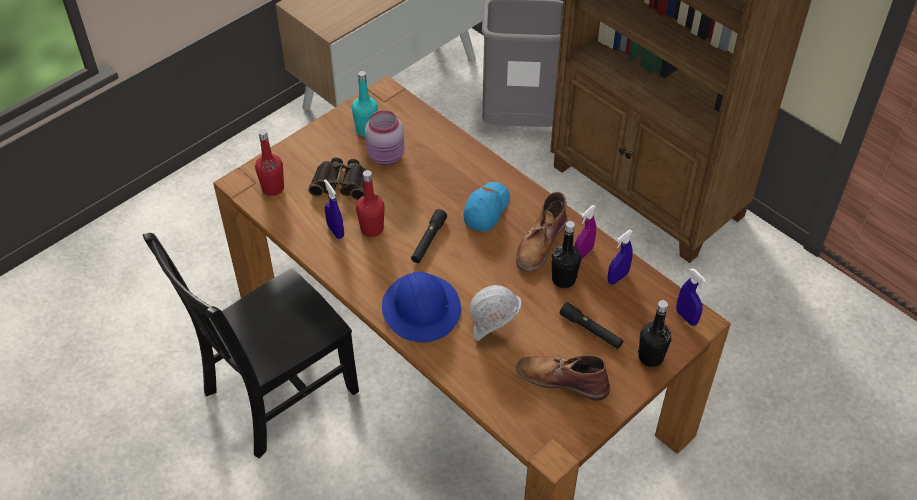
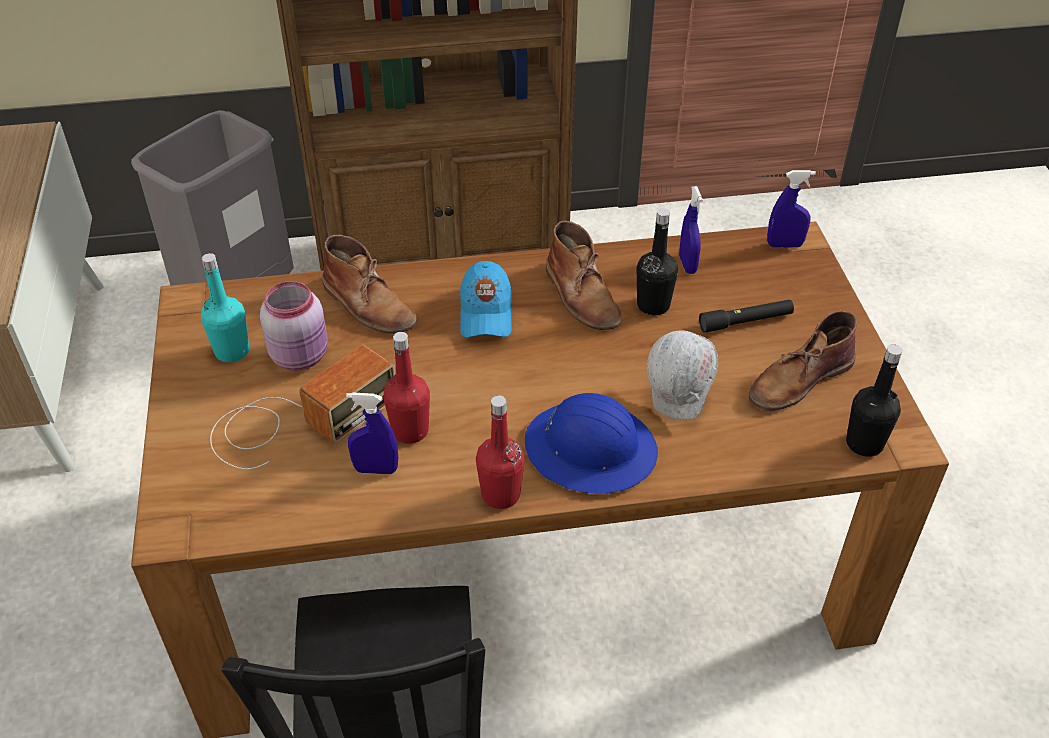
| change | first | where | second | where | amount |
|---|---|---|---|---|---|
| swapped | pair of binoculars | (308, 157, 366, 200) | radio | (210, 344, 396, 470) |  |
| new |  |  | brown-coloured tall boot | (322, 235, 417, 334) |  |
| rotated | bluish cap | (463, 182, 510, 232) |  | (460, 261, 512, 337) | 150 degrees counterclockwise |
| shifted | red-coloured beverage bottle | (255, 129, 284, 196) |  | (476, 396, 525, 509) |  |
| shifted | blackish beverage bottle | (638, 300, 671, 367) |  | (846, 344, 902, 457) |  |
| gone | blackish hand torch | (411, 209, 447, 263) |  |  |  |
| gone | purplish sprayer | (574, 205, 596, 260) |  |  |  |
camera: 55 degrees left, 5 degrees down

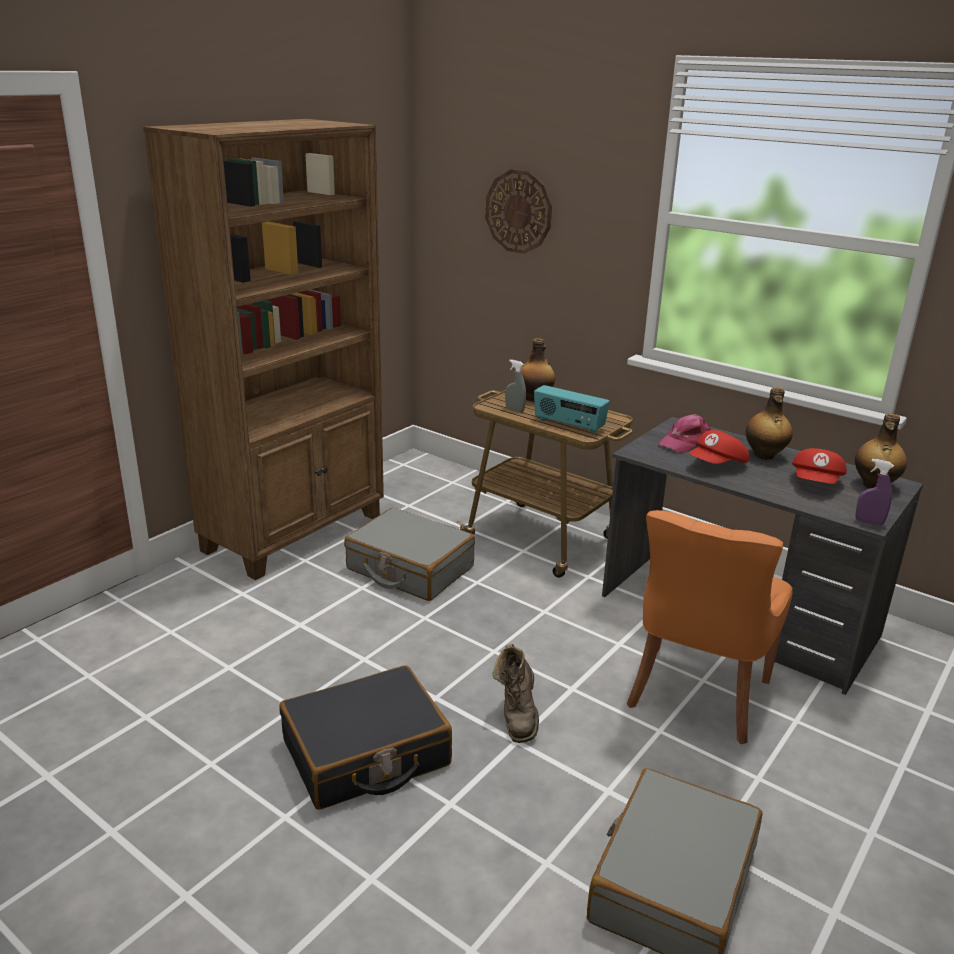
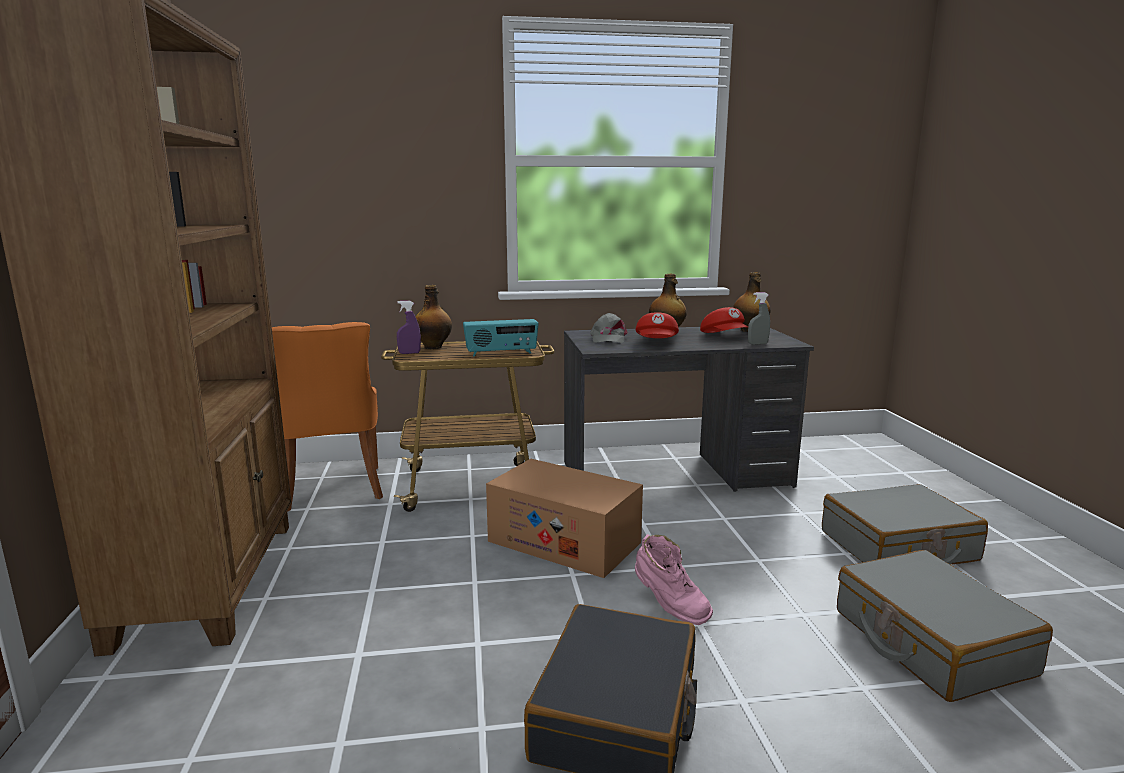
| change | first | where | second | where | amount |
|---|---|---|---|---|---|
| shifted | orangey upright chair | (627, 510, 793, 744) |  | (272, 322, 383, 512) |  |
| shifted | purplish sprayer | (856, 459, 894, 526) |  | (397, 301, 421, 354) |  |
| new |  |  | carton | (486, 459, 643, 578) |  |
| repainted | pinkish cap | (659, 414, 711, 453) | greyish cap | (590, 313, 628, 343) |  |
| repainted | brown-coloured tall boot | (493, 644, 539, 743) | pinkish tall boot | (635, 534, 713, 625) |  |
| shifted | greyish sprayer | (505, 360, 526, 412) |  | (748, 292, 770, 345) |  |
| shifted | greyish travel case | (344, 507, 475, 601) |  | (822, 484, 988, 565) |  |
| gone | wall clock | (485, 169, 552, 254) |  |  |  |
camera: 45 degrees left, 10 degrees down

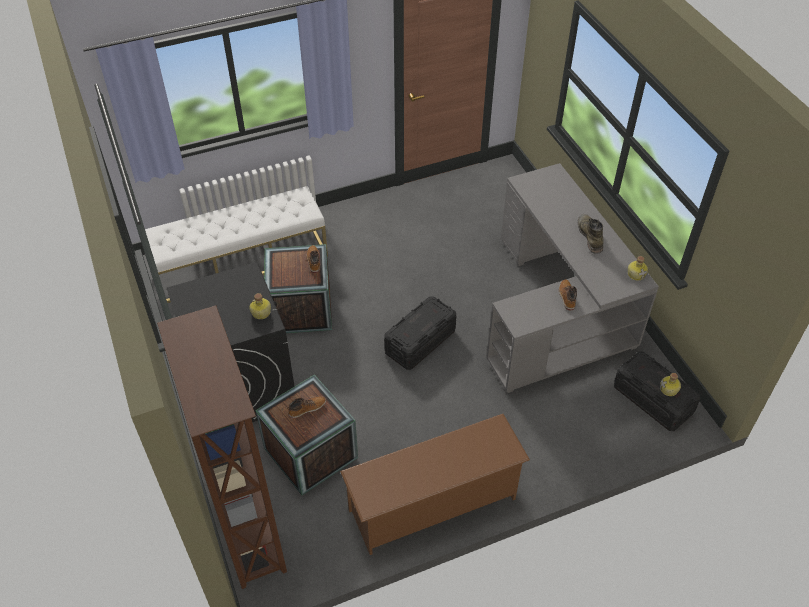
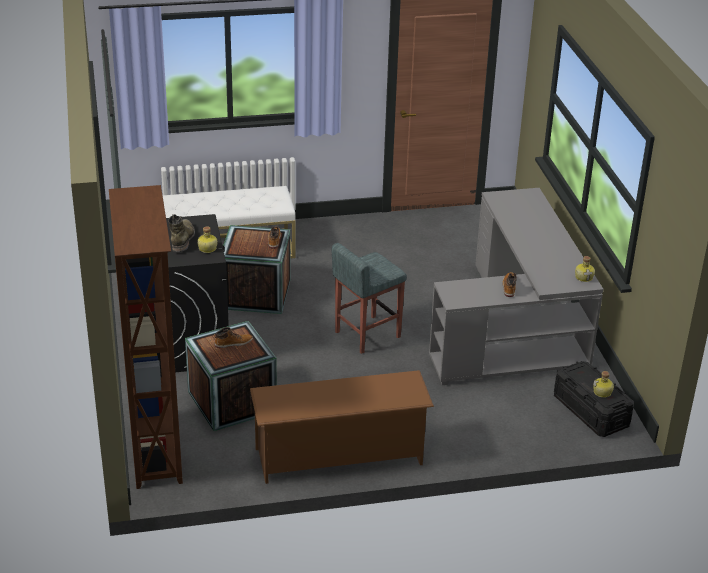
| change | first | where | second | where | amount |
|---|---|---|---|---|---|
| shifted | green tall boot | (578, 214, 604, 254) |  | (168, 214, 195, 252) |  |
| swapped | blackish storage box | (384, 297, 456, 370) | greyish stool seat | (332, 243, 407, 354) |  |
camera: 10 degrees right, 15 degrees down

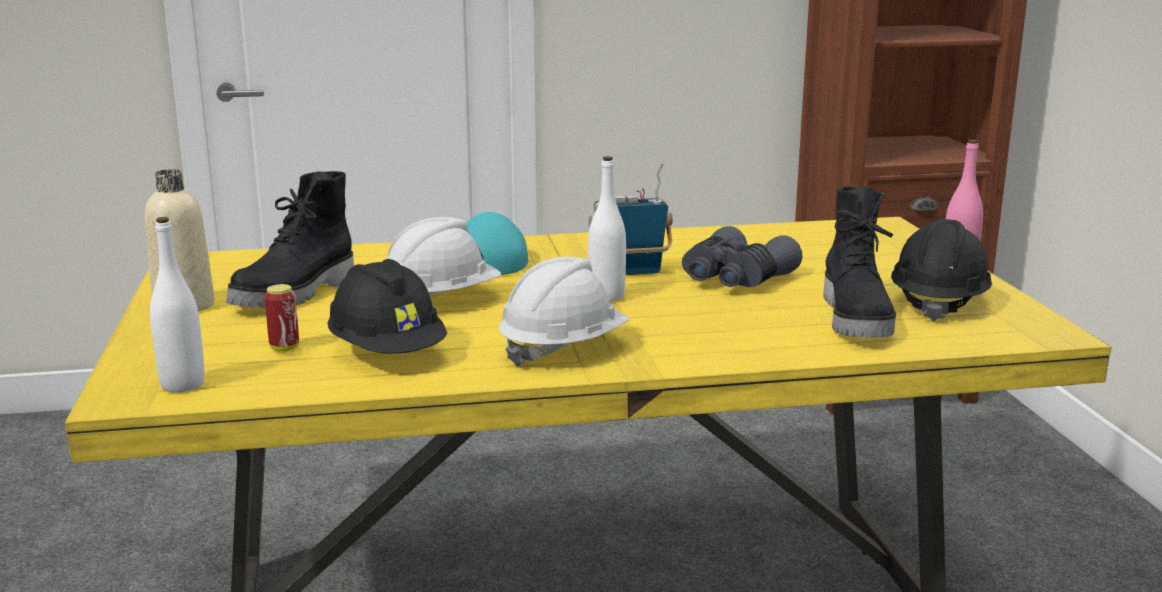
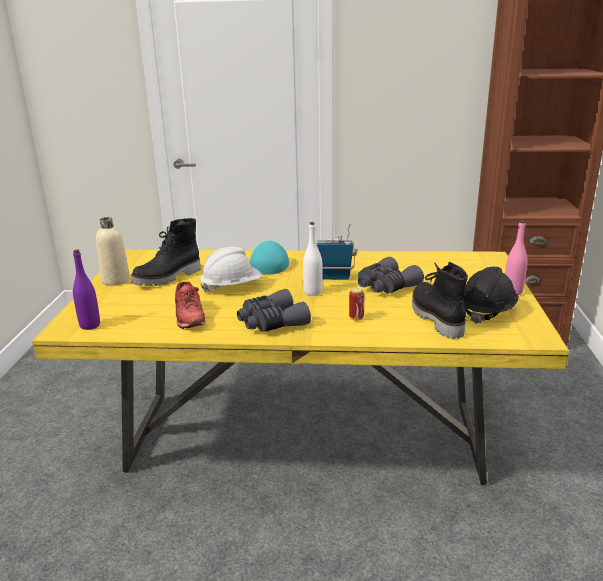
| change | first | where | second | where | amount |
|---|---|---|---|---|---|
| repainted | white beverage bottle | (150, 217, 205, 393) | purplish beverage bottle | (73, 250, 100, 330) |  |
| swapped | blackish safety helmet | (327, 259, 447, 354) | red-coloured low shoe | (175, 282, 206, 329) |  |
| swapped | white safety helmet | (499, 257, 629, 367) | greyish pair of binoculars | (237, 289, 311, 332) |  |
| shifted | can | (265, 284, 299, 351) |  | (349, 287, 365, 321) |  |
| rotated | blackish tall boot | (824, 186, 896, 337) |  | (412, 262, 468, 339) | 150 degrees clockwise |
camera: 15 degrees right, 5 degrees up

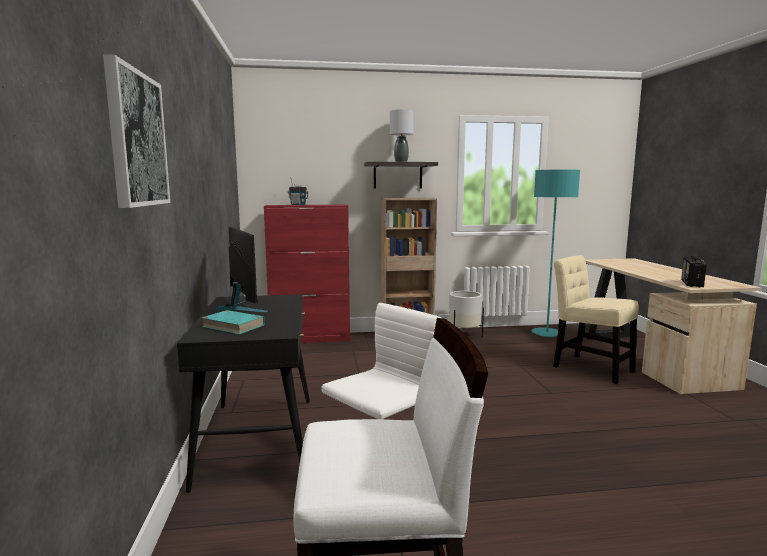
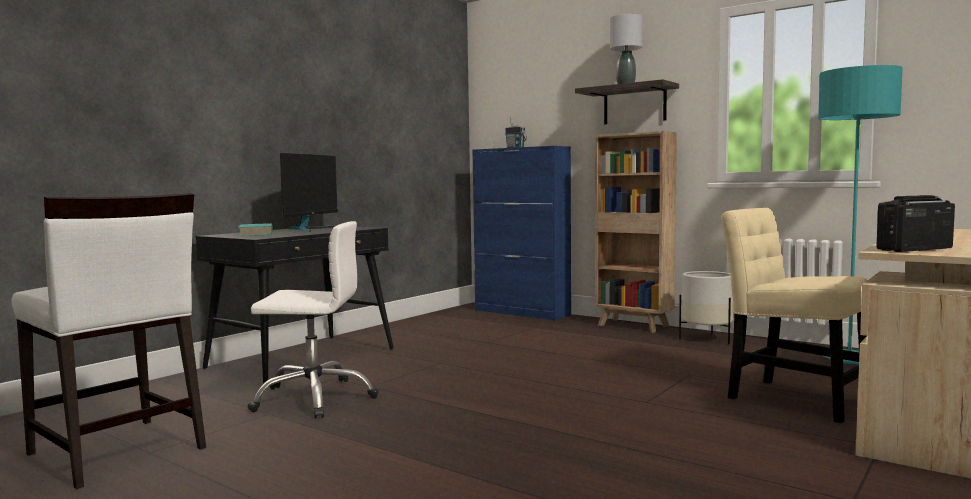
| change | first | where | second | where | amount |
|---|---|---|---|---|---|
| repainted | red-coloured cupboard | (264, 205, 350, 343) | bluish cupboard | (472, 146, 571, 320) |  |
| rotated | beige upright chair | (553, 255, 639, 384) |  | (721, 208, 868, 423) | 45 degrees counterclockwise |
| gone | picture | (103, 54, 170, 208) |  |  |  |
camera: 45 degrees right, 5 degrees down

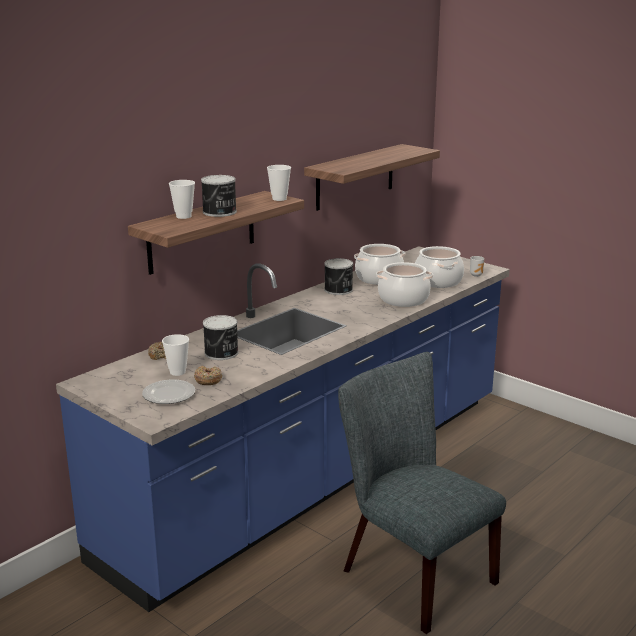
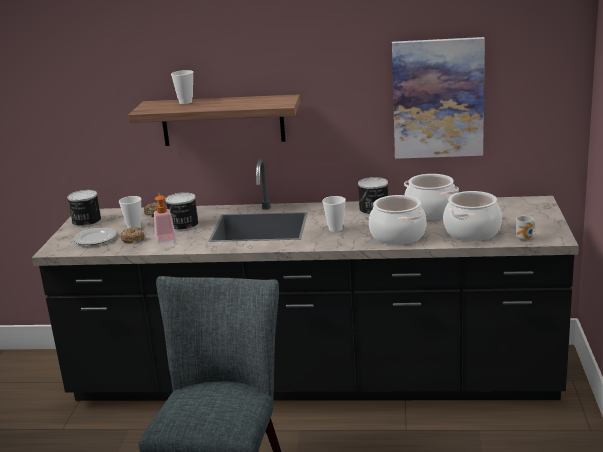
| change | first | where | second | where | amount |
|---|---|---|---|---|---|
| repainted | bluish kitchen counter | (56, 246, 510, 612) | blackish kitchen counter | (32, 159, 579, 401) |  |
| shifted | can | (201, 175, 237, 217) |  | (67, 190, 102, 228) |  |
| new |  |  | soap dispenser | (154, 193, 176, 242) |  |
| shifted | drinking cup | (267, 165, 291, 201) |  | (322, 196, 346, 232) |  |
| swapped | shelf | (304, 144, 440, 211) | picture | (392, 37, 485, 159) |  |
camera: 55 degrees right, 0 degrees up

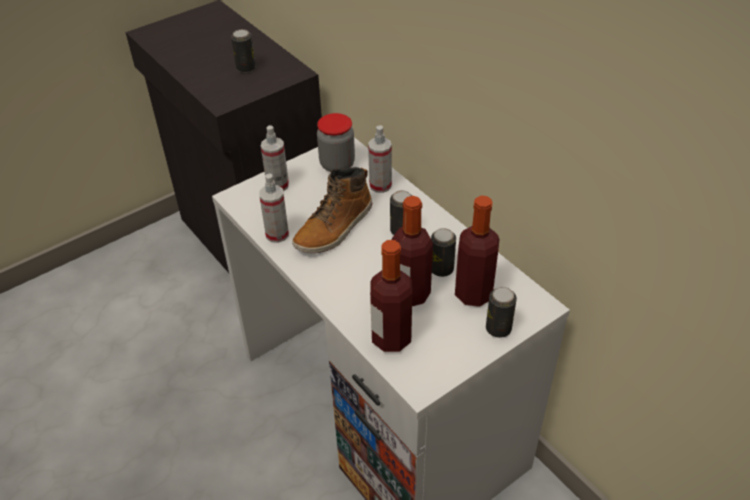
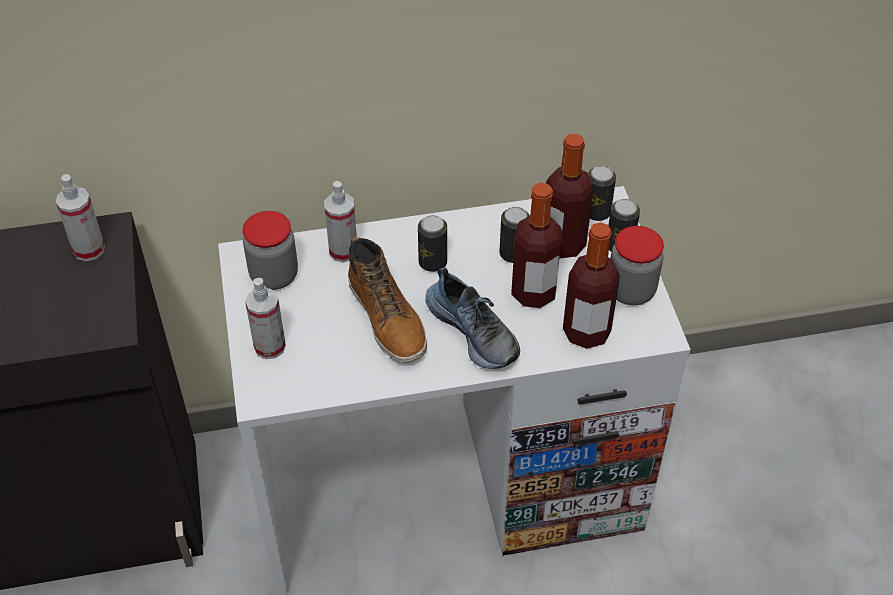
| change | first | where | second | where | amount |
|---|---|---|---|---|---|
| shifted | sprayer | (259, 174, 289, 243) |  | (56, 174, 105, 261) |  |
| new |  |  | low shoe | (425, 267, 520, 369) |  |
| shifted | can | (231, 29, 256, 73) |  | (588, 165, 616, 221) |  |
| new |  |  | storage jar | (611, 226, 664, 306) |  |
camera: 65 degrees left, 5 degrees up

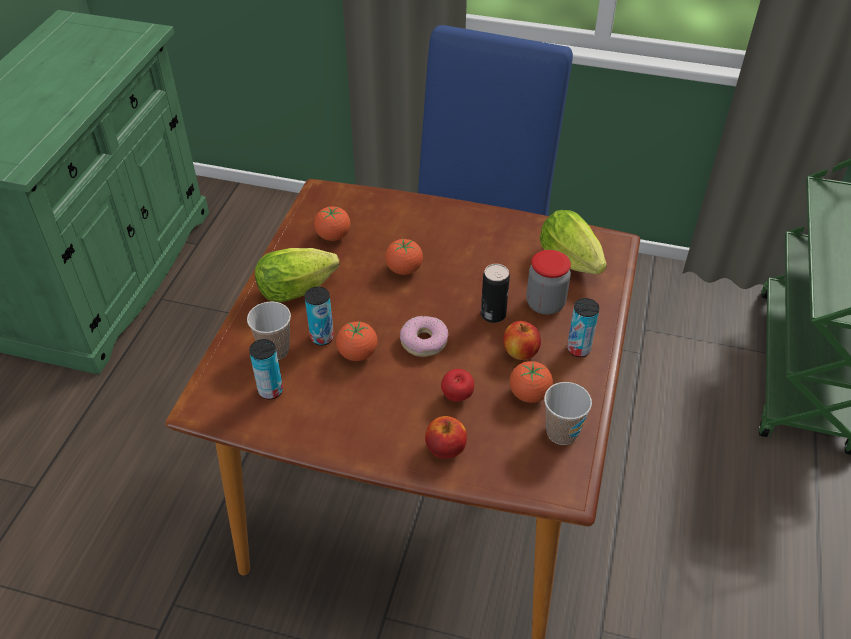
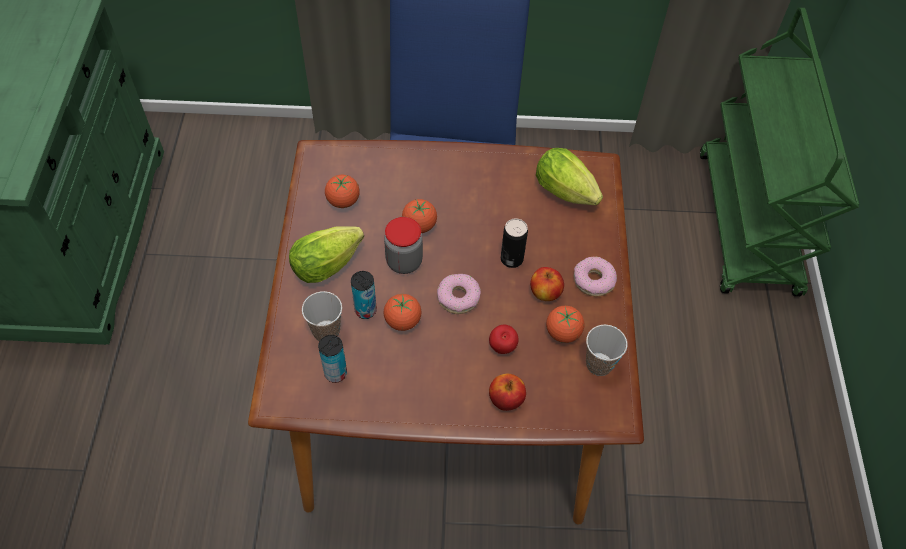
| change | first | where | second | where | amount |
|---|---|---|---|---|---|
| shifted | storage jar | (526, 250, 571, 315) |  | (384, 217, 423, 274) |  |
| swapped | can | (567, 298, 599, 357) | ring doughnut | (574, 257, 617, 296) |  |
camera: 15 degrees left, 10 degrees up

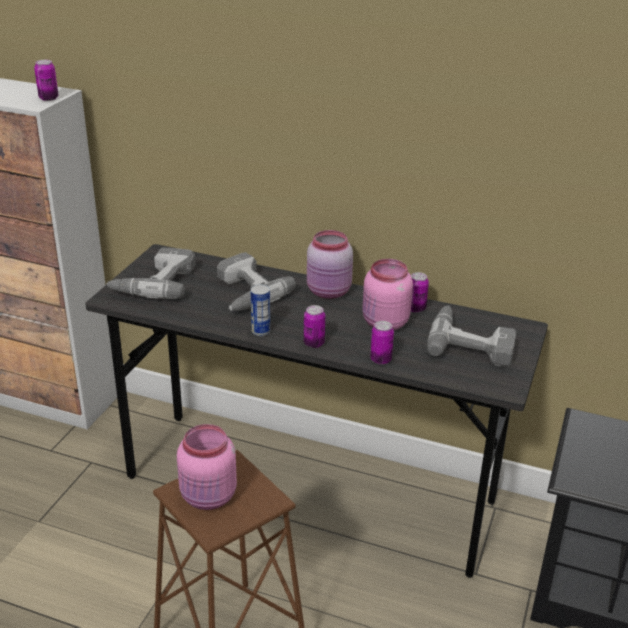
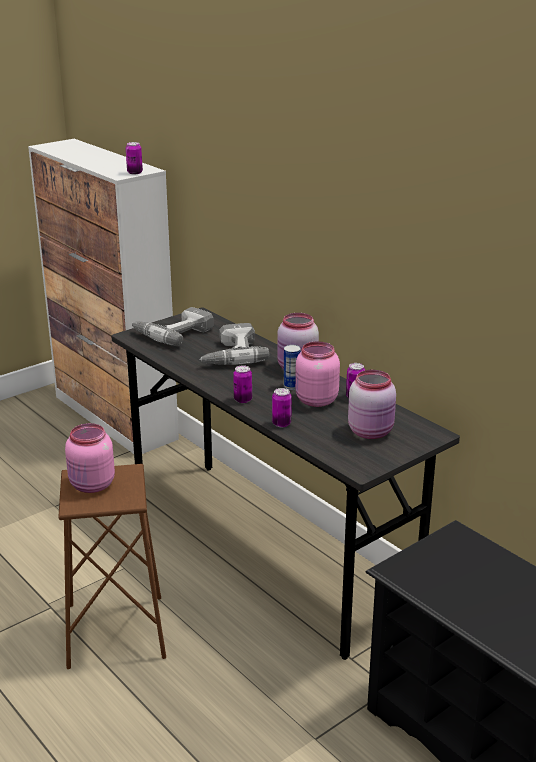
| change | first | where | second | where | amount |
|---|---|---|---|---|---|
| shifted | can | (251, 284, 270, 336) |  | (284, 345, 301, 390) |  |
| swapped | power drill | (427, 305, 516, 367) | pinkish storage jar | (348, 370, 396, 439) |  |
camera: 30 degrees right, 5 degrees down

